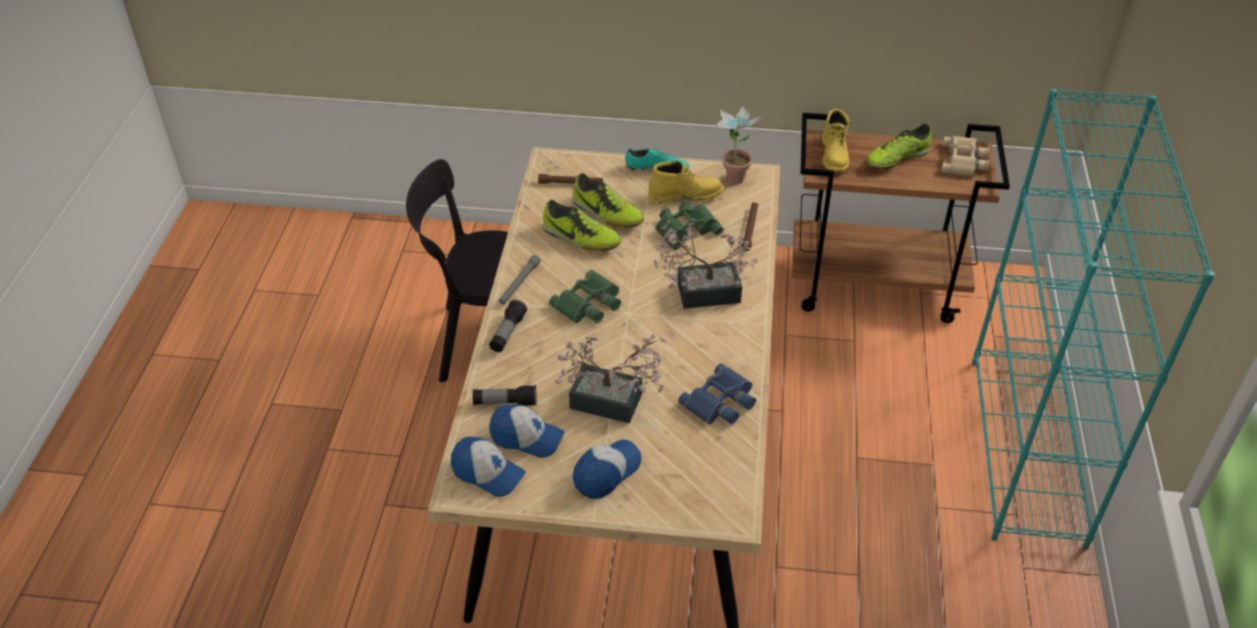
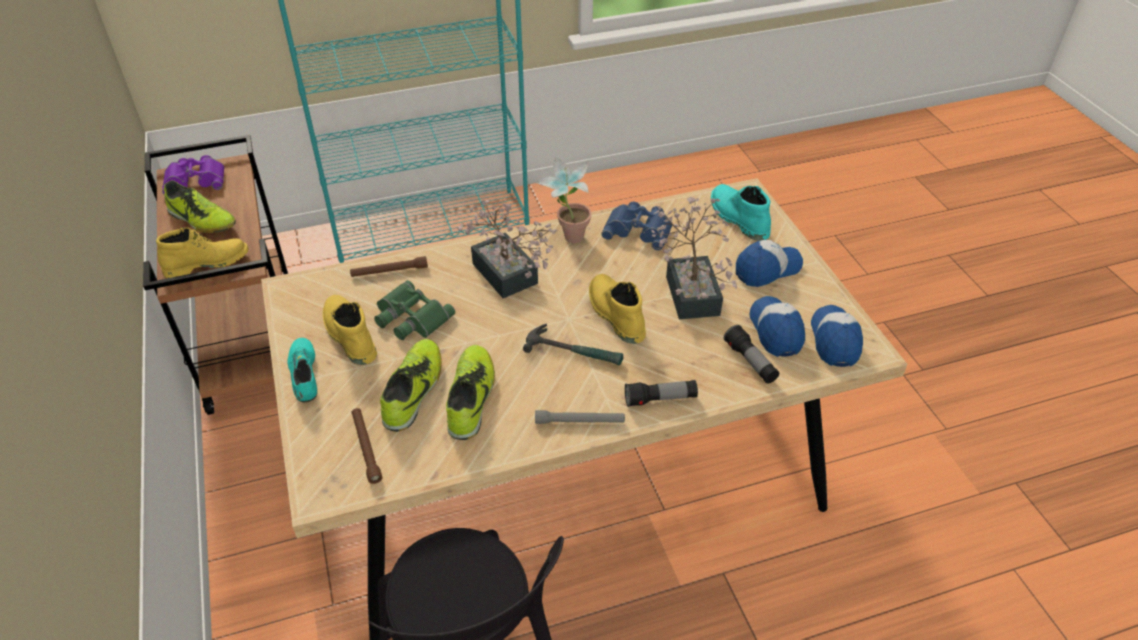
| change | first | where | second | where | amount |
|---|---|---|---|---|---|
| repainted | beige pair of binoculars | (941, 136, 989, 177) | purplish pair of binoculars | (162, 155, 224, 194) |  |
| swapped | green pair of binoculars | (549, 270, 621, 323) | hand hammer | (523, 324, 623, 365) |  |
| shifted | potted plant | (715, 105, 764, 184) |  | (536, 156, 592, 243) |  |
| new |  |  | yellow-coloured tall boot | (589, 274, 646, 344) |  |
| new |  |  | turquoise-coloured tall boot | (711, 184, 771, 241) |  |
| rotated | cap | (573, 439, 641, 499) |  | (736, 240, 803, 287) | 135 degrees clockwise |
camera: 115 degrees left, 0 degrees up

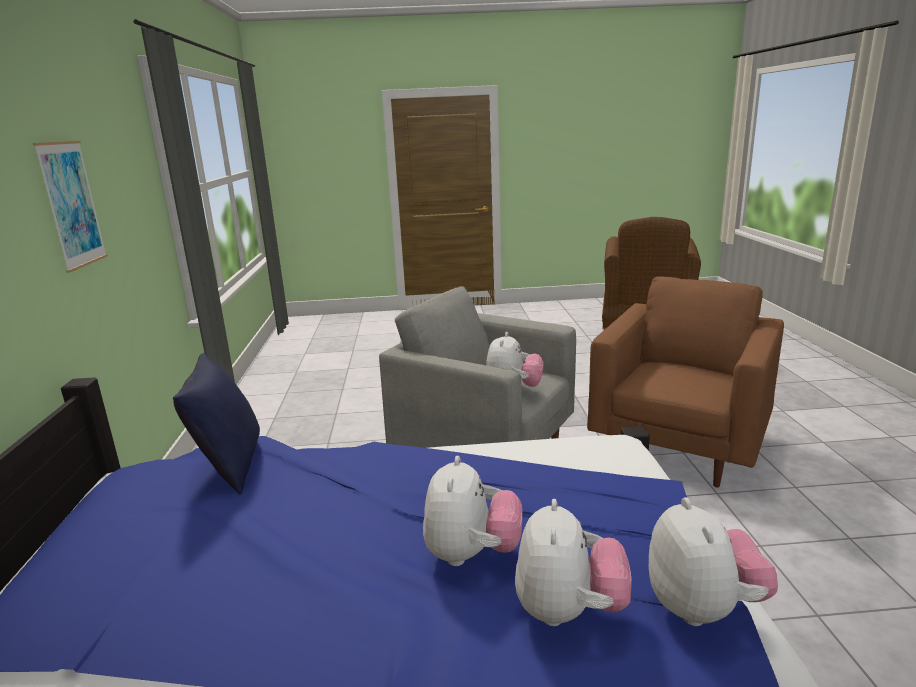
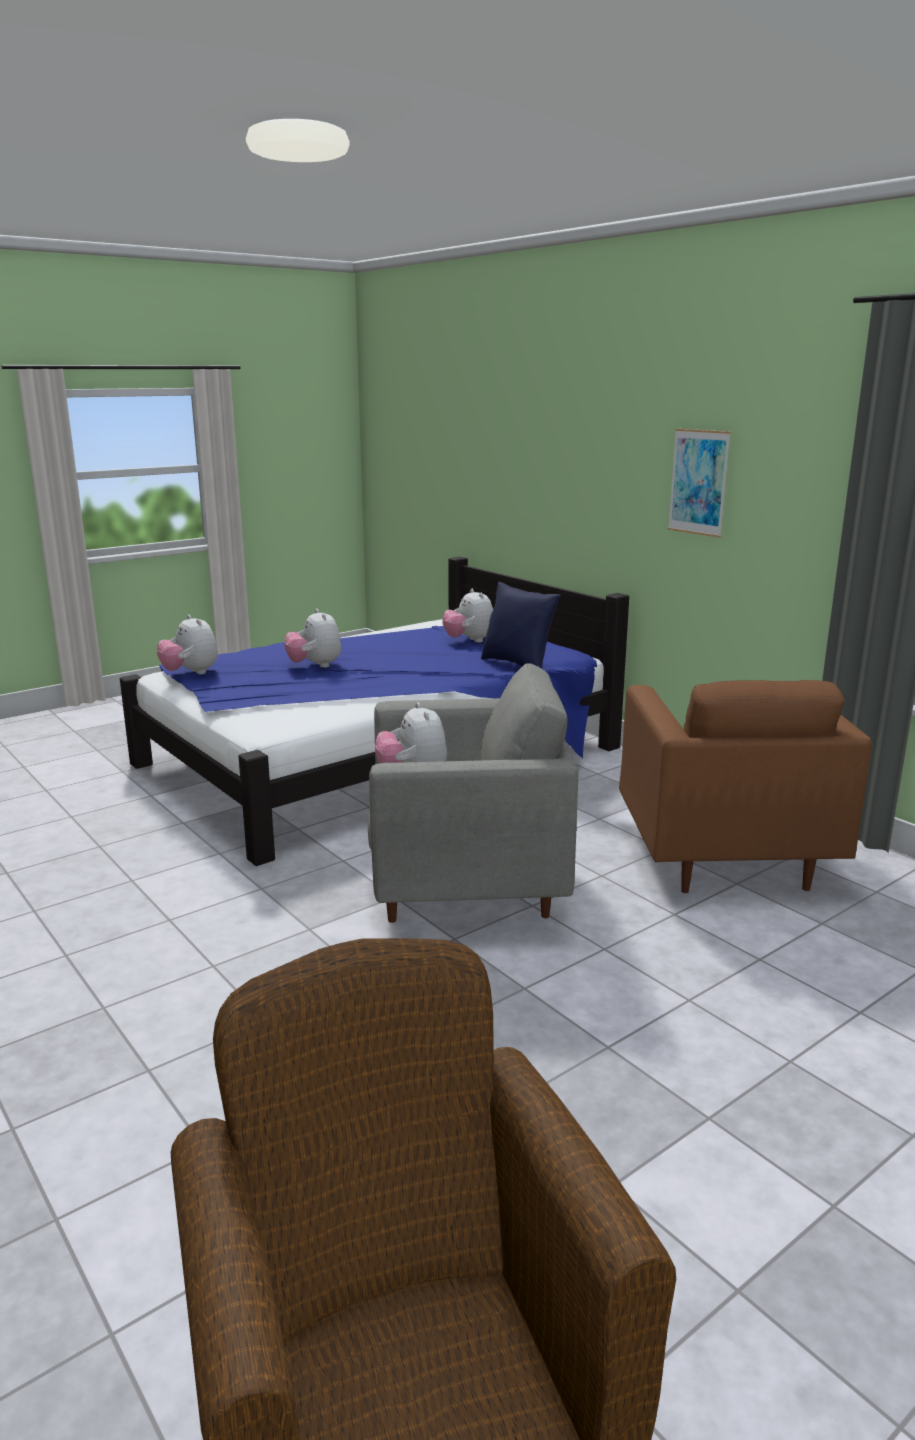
| change | first | where | second | where | amount |
|---|---|---|---|---|---|
| shifted | plush toy | (515, 499, 631, 626) |  | (443, 589, 493, 643) |  |
| shifted | brown-coloured easy chair | (587, 276, 784, 487) |  | (619, 680, 872, 893) |  |
camera: 145 degrees right, 0 degrees up

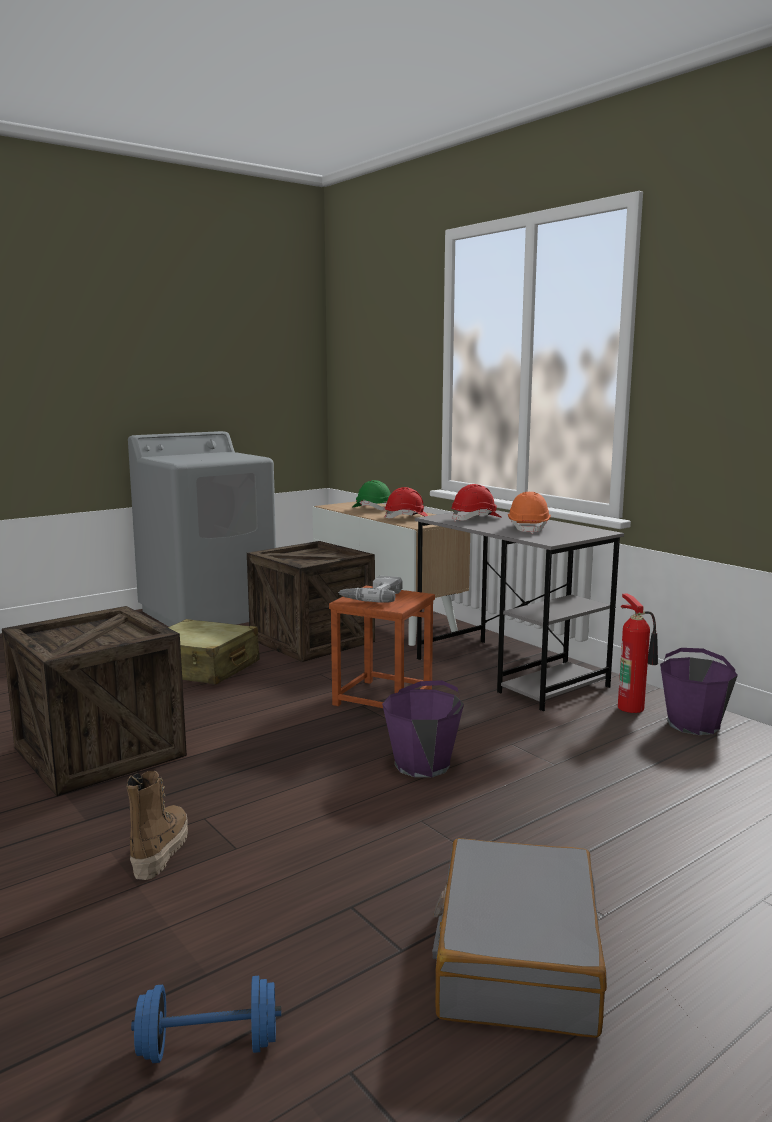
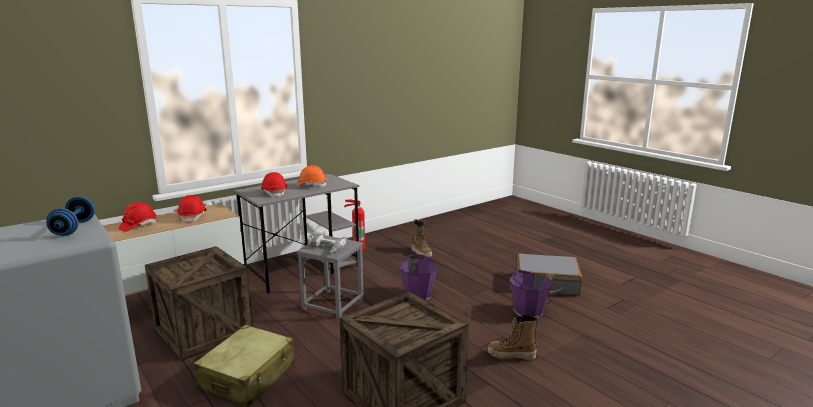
| change | first | where | second | where | amount |
|---|---|---|---|---|---|
| shifted | bluish free weight | (131, 976, 281, 1063) |  | (46, 196, 95, 236) |  |
| repainted | green safety helmet | (352, 480, 391, 511) | red-coloured safety helmet | (119, 202, 157, 232) |  |
| repainted | brown-coloured stool seat | (329, 586, 435, 708) | greyish stool seat | (297, 235, 364, 319) |  |
| new |  |  | tall boot | (411, 219, 432, 258) |  |
| shifted | purplish bucket | (660, 648, 738, 735) |  | (510, 270, 552, 318) |  |
camera: 90 degrees left, 5 degrees up

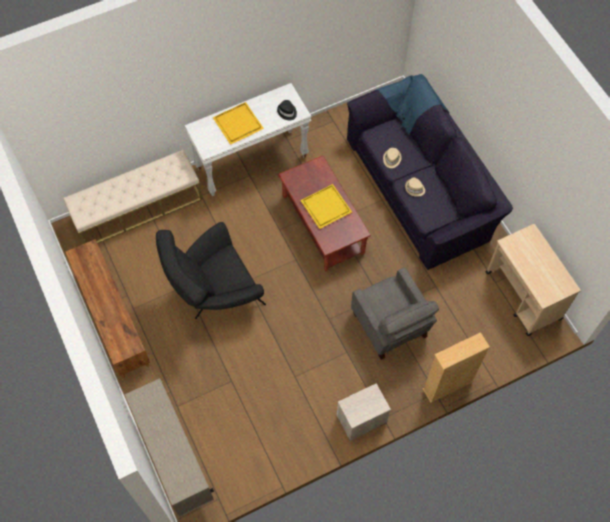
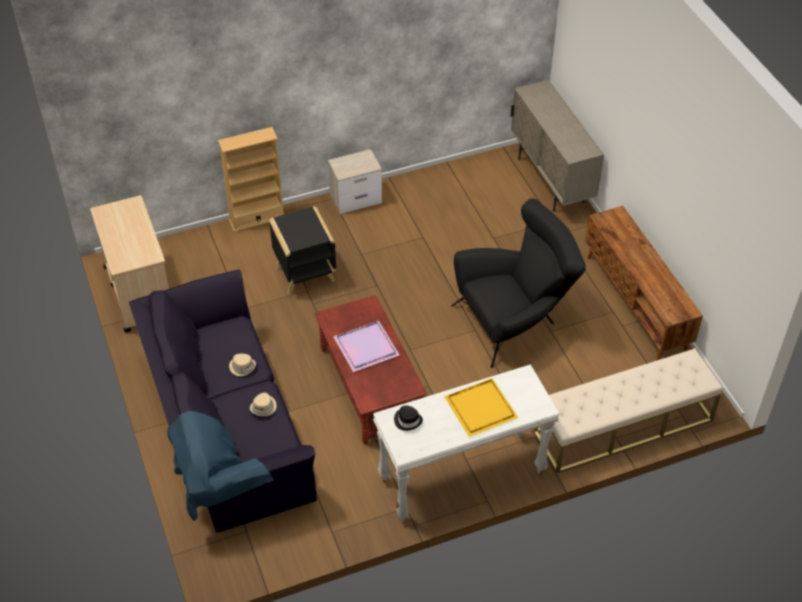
| change | first | where | second | where | amount |
|---|---|---|---|---|---|
| swapped | greyish easy chair | (351, 268, 439, 360) | blackish accent table | (269, 206, 336, 295) |  |
| repainted | yellow-coloured carrying tray | (300, 184, 352, 229) | purplish carrying tray | (333, 321, 399, 372) |  |
camera: 175 degrees left, 15 degrees down

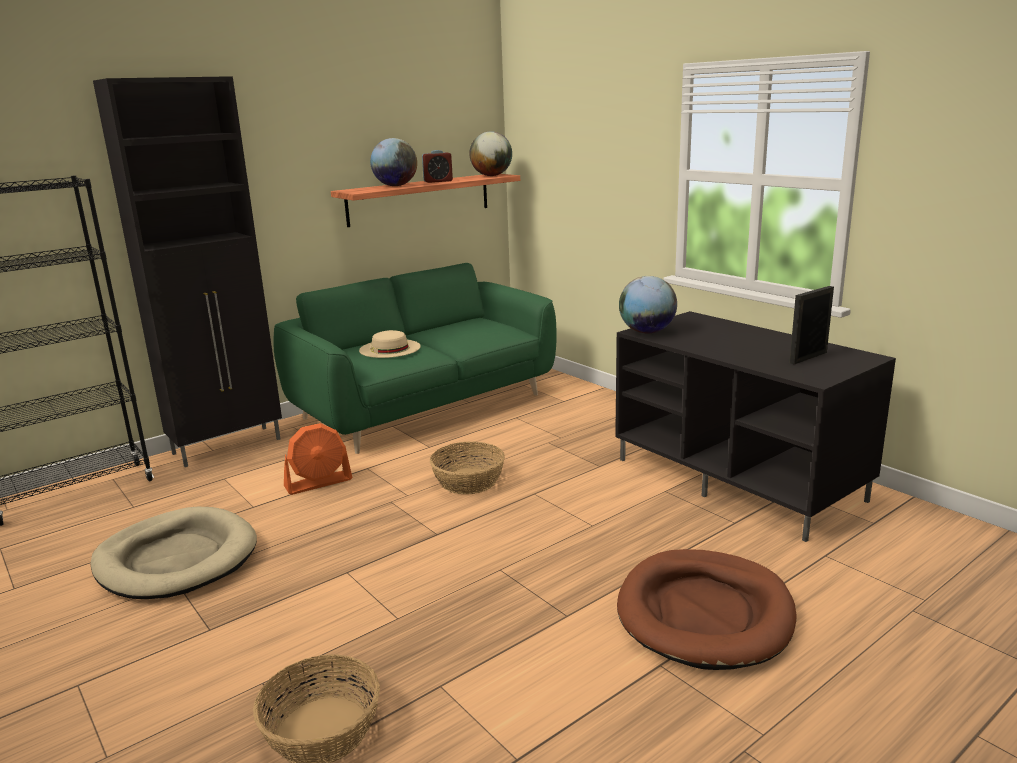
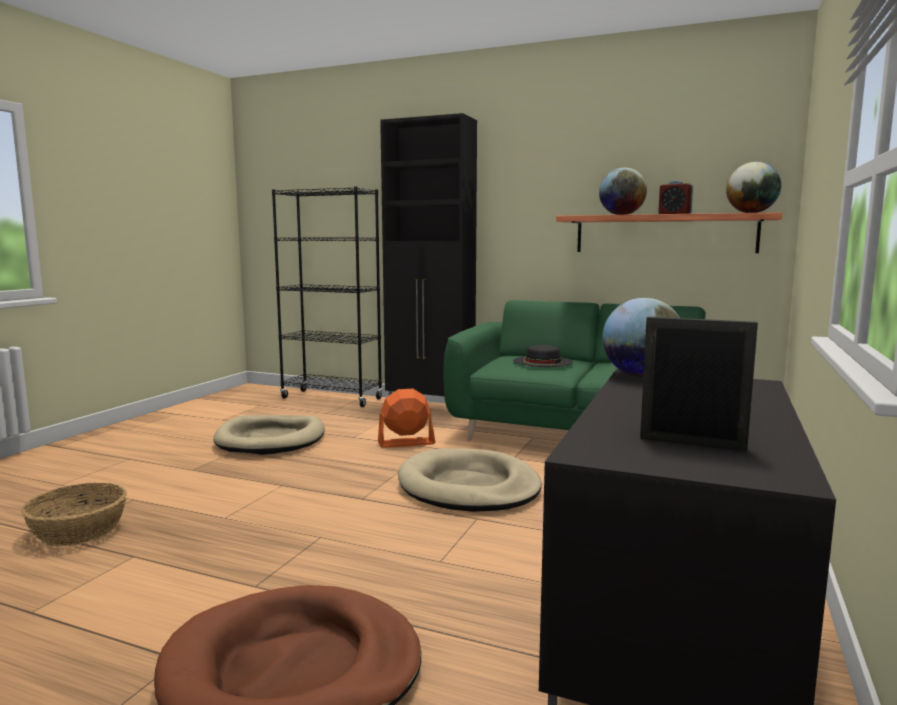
| change | first | where | second | where | amount |
|---|---|---|---|---|---|
| rotated | orangey fan | (284, 423, 352, 495) |  | (378, 389, 435, 448) | 135 degrees clockwise |
| swapped | household basket | (430, 441, 505, 494) | beige dog cushion | (398, 448, 542, 512) |  |
| repainted | beige hat | (359, 330, 421, 358) | blackish hat | (513, 345, 573, 367) |  |
camera: 60 degrees right, 10 degrees down

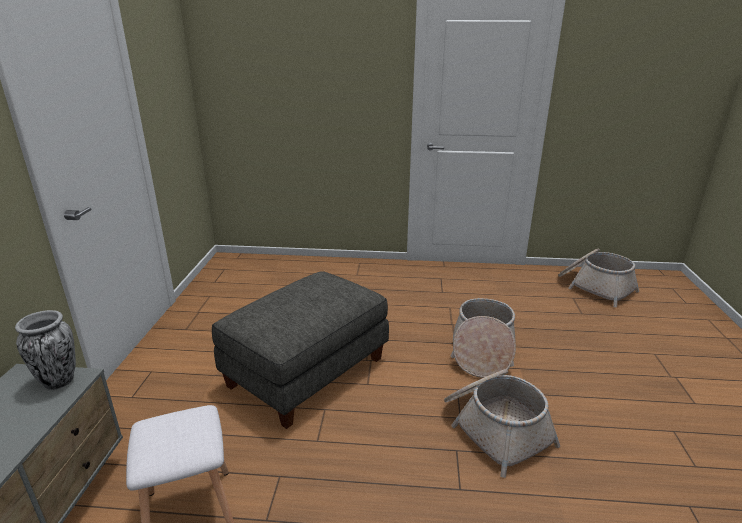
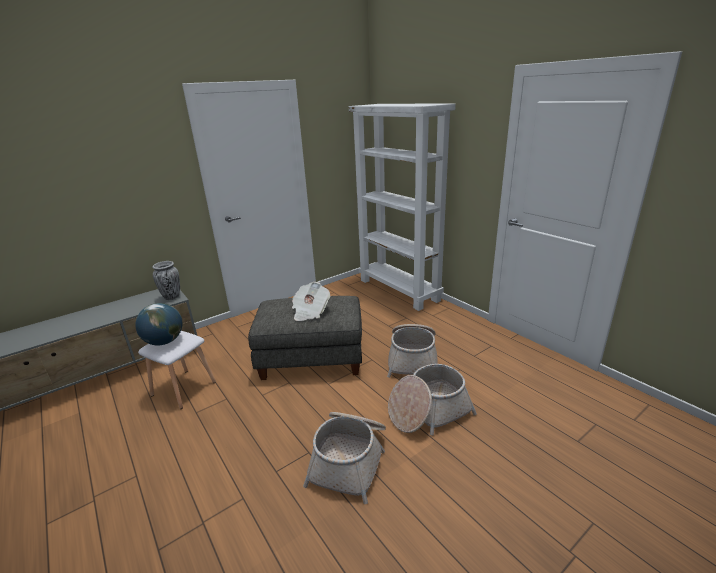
| change | first | where | second | where | amount |
|---|---|---|---|---|---|
| new |  |  | globe | (135, 303, 183, 345) |  |
| new |  |  | printed paper | (292, 282, 330, 321) |  |
| new |  |  | white bookshelf | (349, 103, 456, 311) |  |
| shifted | household basket | (558, 248, 639, 307) |  | (387, 324, 438, 378) |  |
camera: 50 degrees right, 0 degrees up

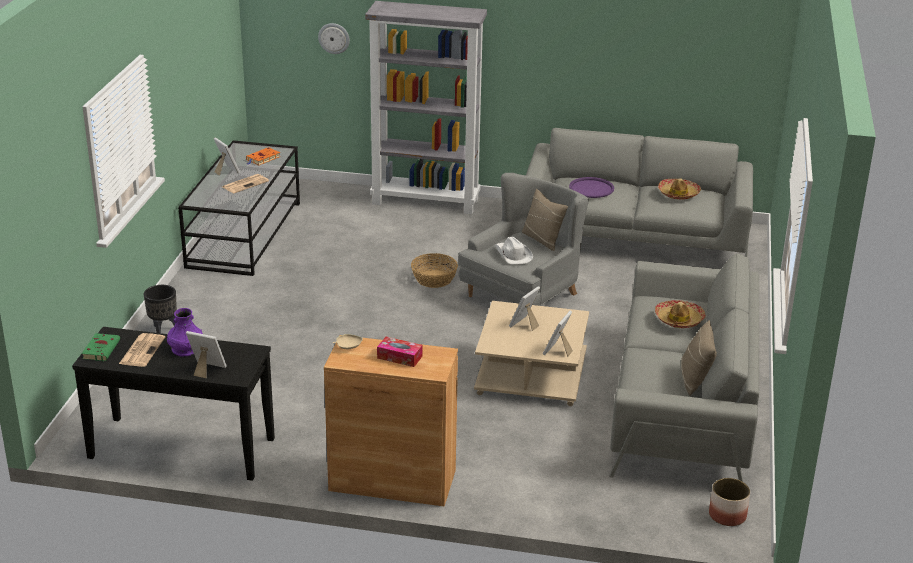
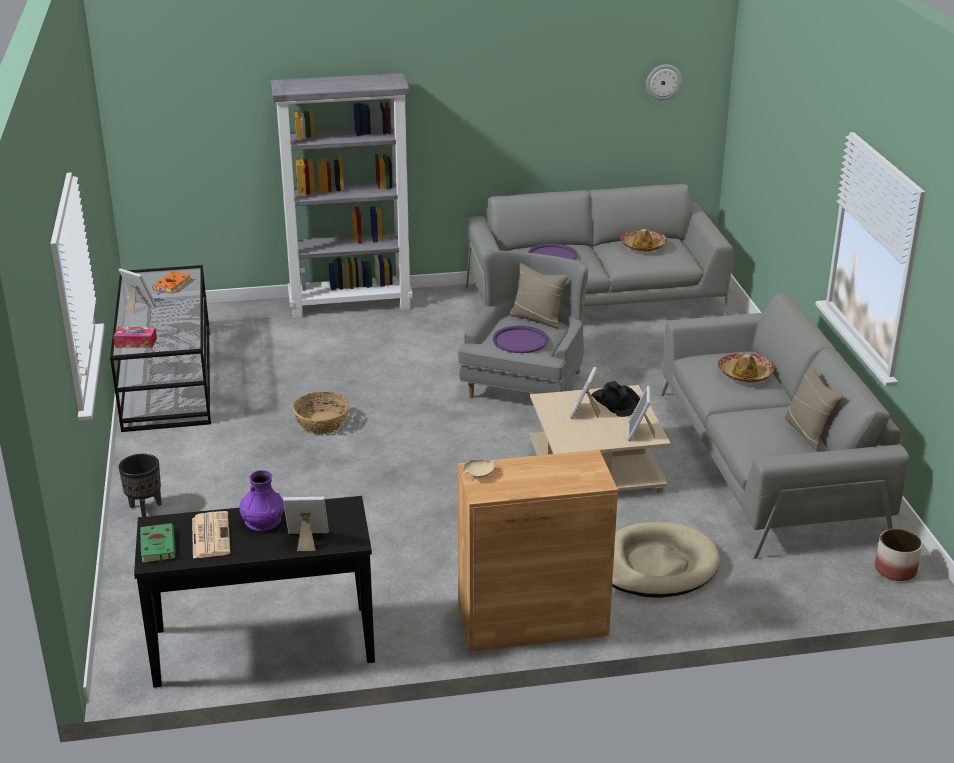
| change | first | where | second | where | amount |
|---|---|---|---|---|---|
| shifted | tissue box | (377, 337, 423, 367) |  | (114, 327, 157, 348) |  |
| shifted | household basket | (411, 253, 458, 288) |  | (292, 391, 350, 434) |  |
| swapped | white hat | (495, 237, 533, 265) | purplish carrying tray | (493, 325, 548, 353) |  |
| new |  |  | blackish hat | (591, 381, 640, 417) |  |
| new |  |  | beige dog cushion | (612, 522, 720, 598) |  |
| shifted | wall clock | (318, 23, 350, 54) |  | (646, 64, 682, 100) |  |
| gone | printed paper | (223, 174, 269, 193) |  |  |  |
camera: 20 degrees left, 0 degrees up

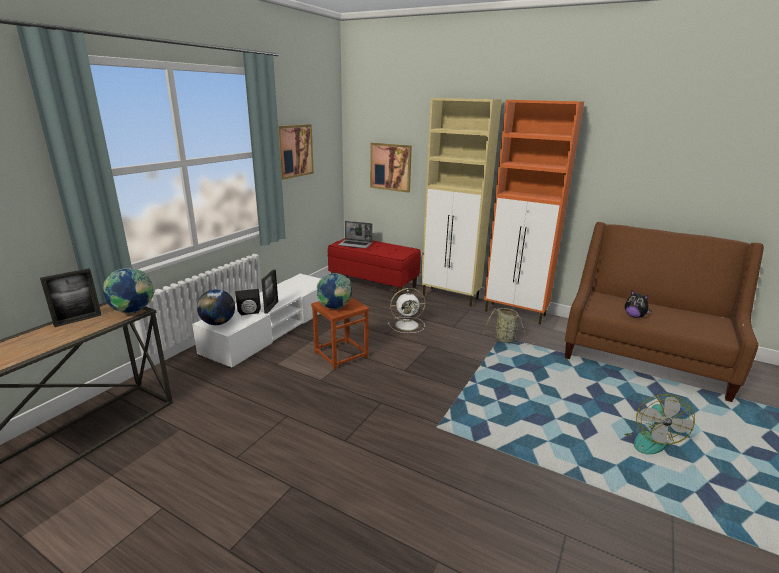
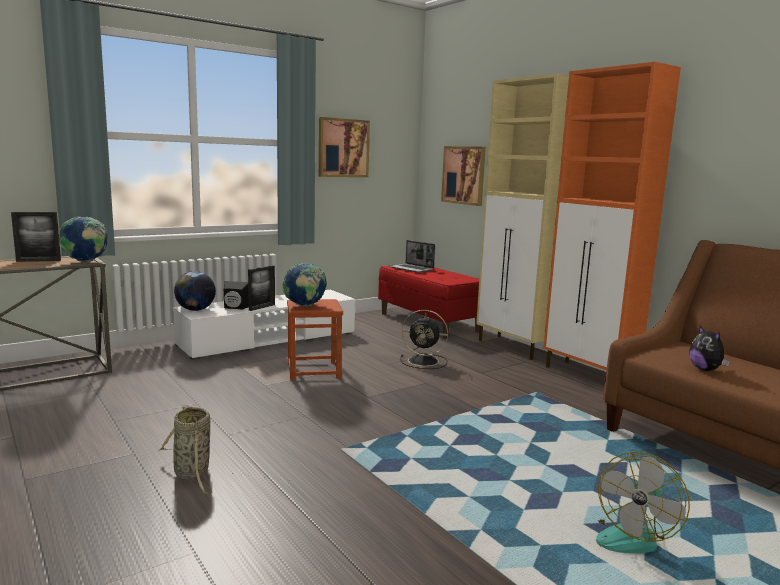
| change | first | where | second | where | amount |
|---|---|---|---|---|---|
| shifted | household basket | (483, 308, 536, 345) |  | (158, 405, 213, 494) |  |
| repainted | white fan | (388, 288, 425, 333) | blackish fan | (400, 310, 448, 369) |  |
camera: 25 degrees right, 10 degrees down

